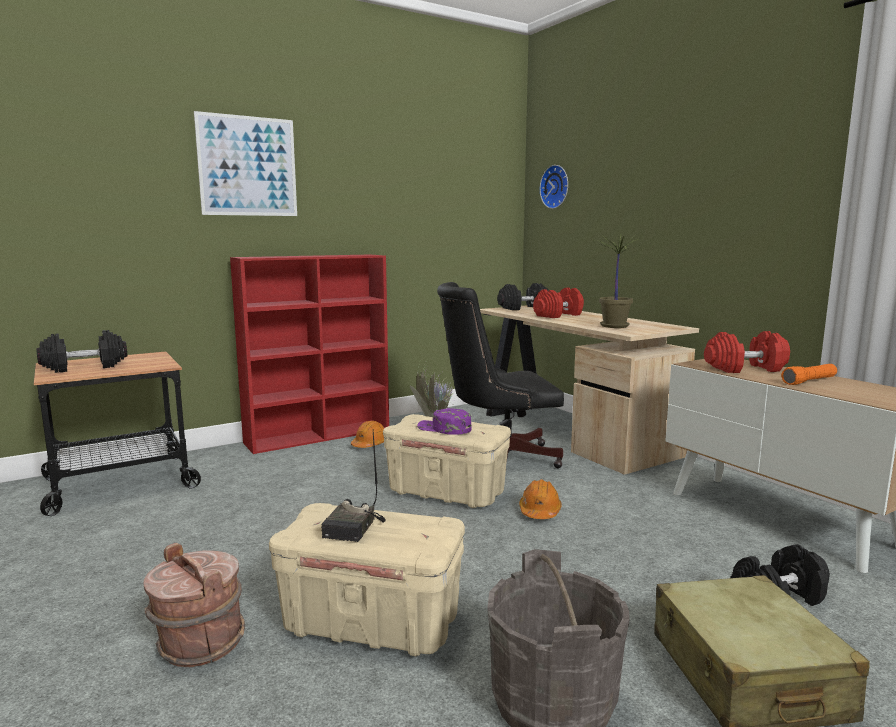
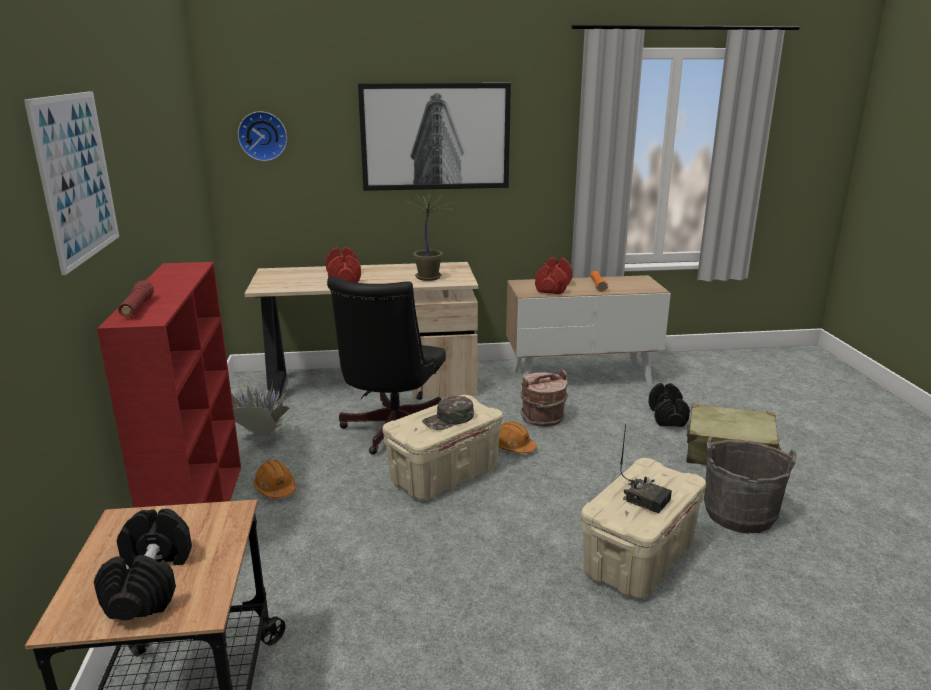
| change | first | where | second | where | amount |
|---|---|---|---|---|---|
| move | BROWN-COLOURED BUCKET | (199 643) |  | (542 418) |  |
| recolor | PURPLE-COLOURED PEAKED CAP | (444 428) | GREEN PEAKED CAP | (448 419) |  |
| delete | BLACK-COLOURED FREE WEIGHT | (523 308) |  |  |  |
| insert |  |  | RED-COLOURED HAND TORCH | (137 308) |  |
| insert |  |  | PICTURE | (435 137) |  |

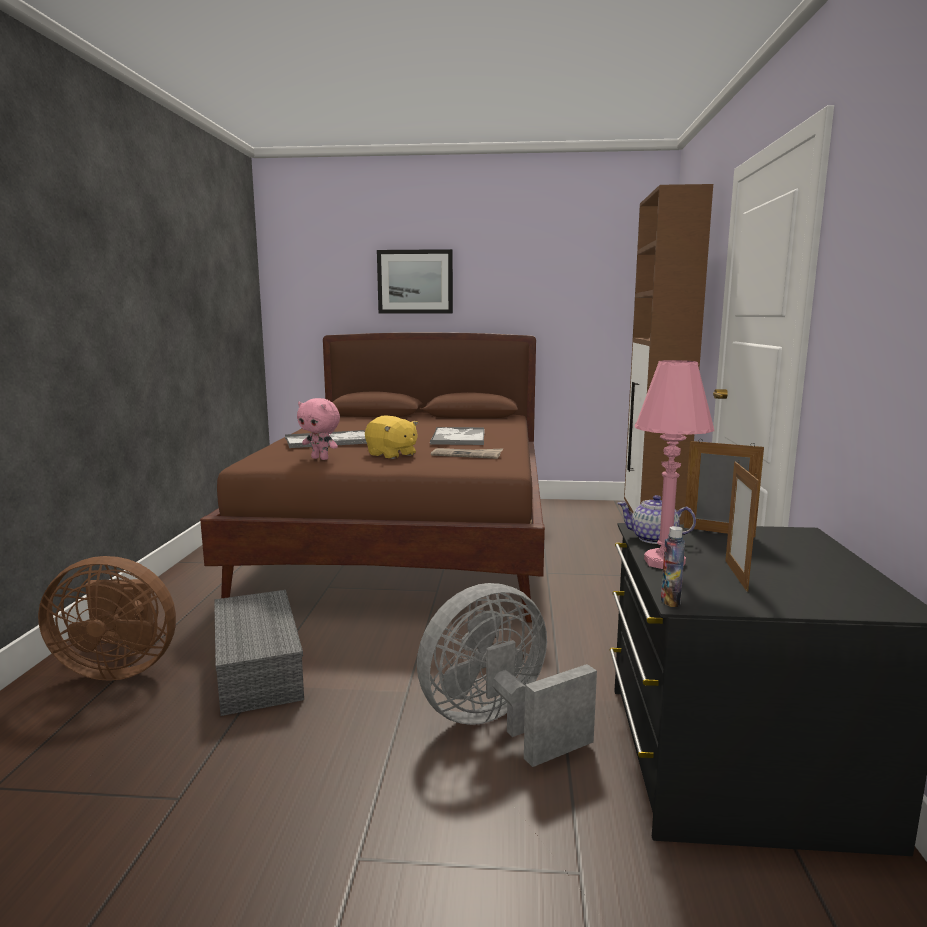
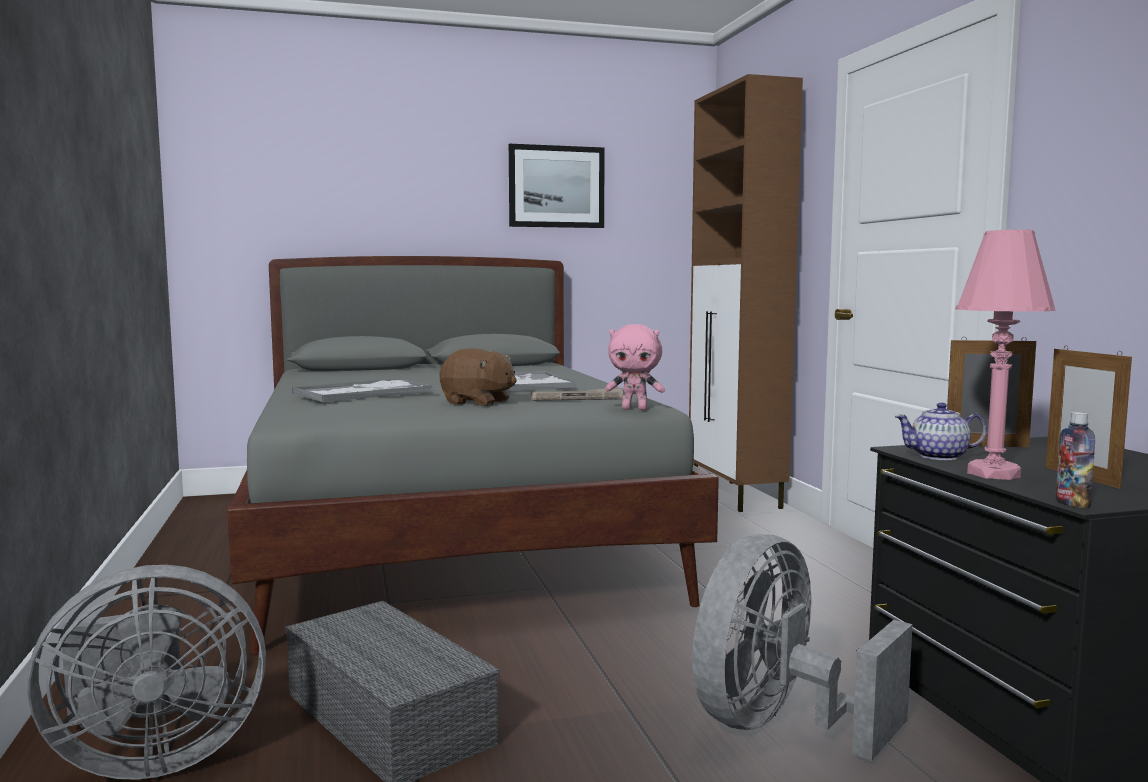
| change | first | where | second | where | amount |
|---|---|---|---|---|---|
| recolor | BROWN-COLOURED COOLING FAN | (118 668) | GREYISH COOLING FAN | (152 758) |  |
| recolor | BROWN-COLOURED BED | (410 543) | GREYISH BED | (452 537) |  |
| move | PINK-COLOURED CUDDLY TOY | (321 458) |  | (635 409) |  |
| recolor | YELLOW CUDDLY TOY | (391 455) | BROWN-COLOURED CUDDLY TOY | (478 402) |  |
| move | PICTURE | (415 282) |  | (556 187) |  |

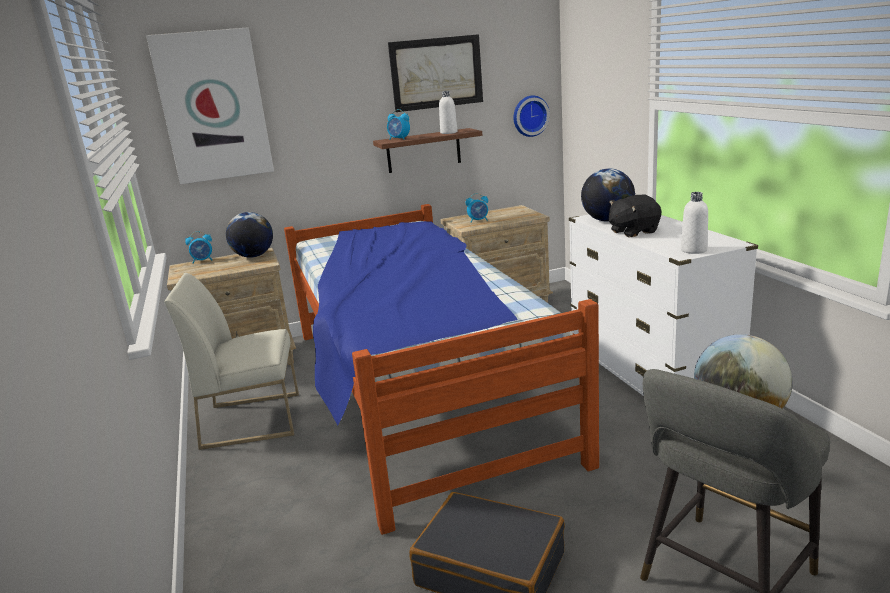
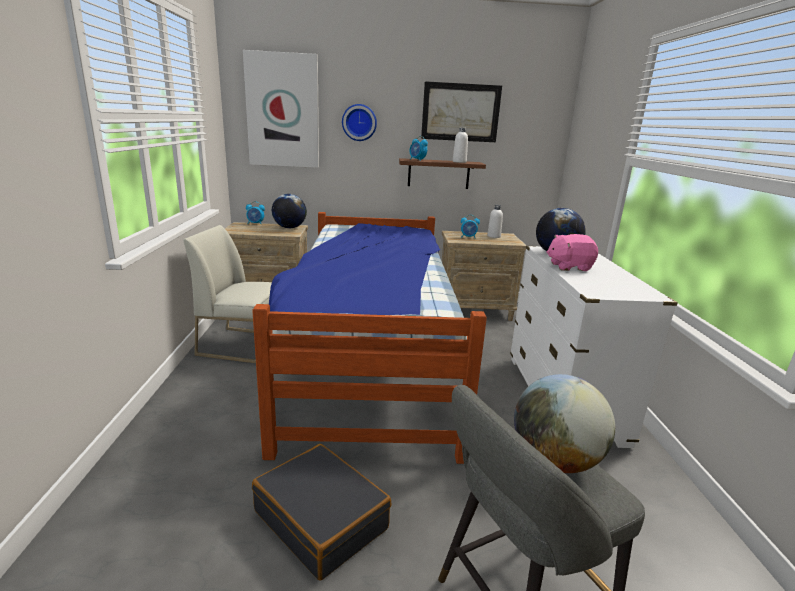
| change | first | where | second | where | amount |
|---|---|---|---|---|---|
| move | HANGING CLOCK | (530 116) |  | (359 122) |  |
| recolor | BLACK-COLOURED CUDDLY TOY | (633 232) | PINK-COLOURED CUDDLY TOY | (569 267) |  |
| move | WHITE-COLOURED DRINK BOTTLE | (694 250) |  | (493 236) |  |

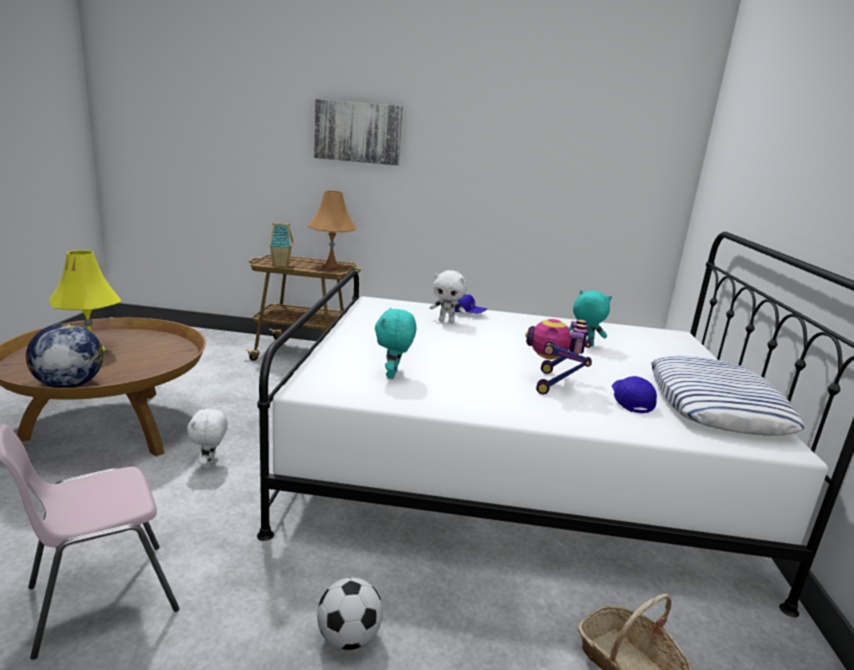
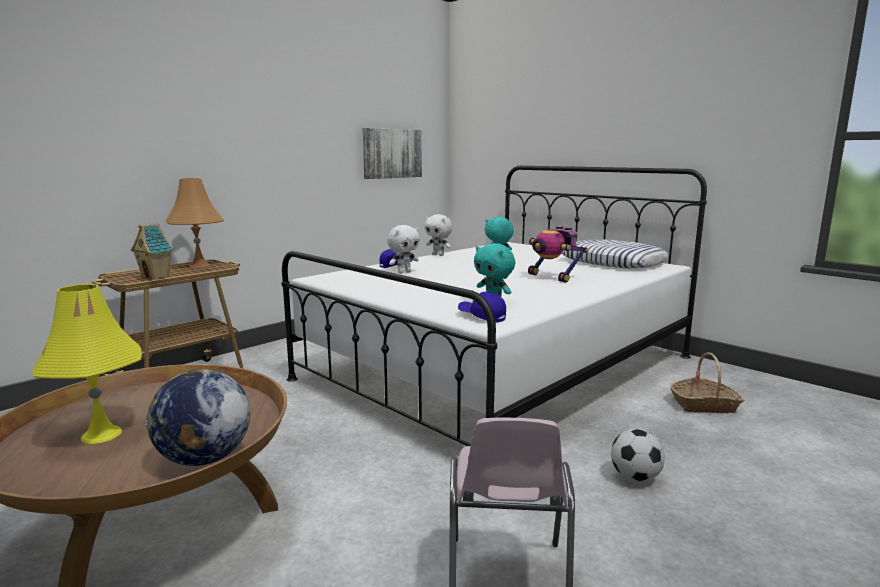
| change | first | where | second | where | amount |
|---|---|---|---|---|---|
| move | WHITE-COLOURED CUDDLY TOY | (210 464) |  | (438 255) |  |
| move | PICTURE | (358 132) |  | (392 153) |  |
| move | BLUE-COLOURED PEAKED CAP | (630 401) |  | (482 317) |  |

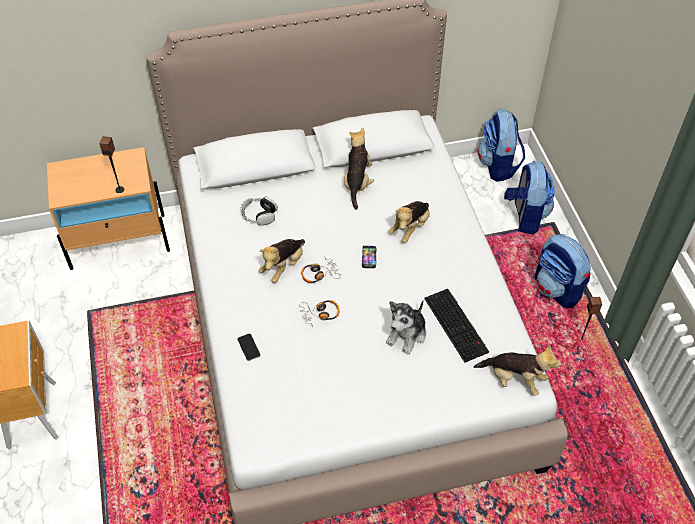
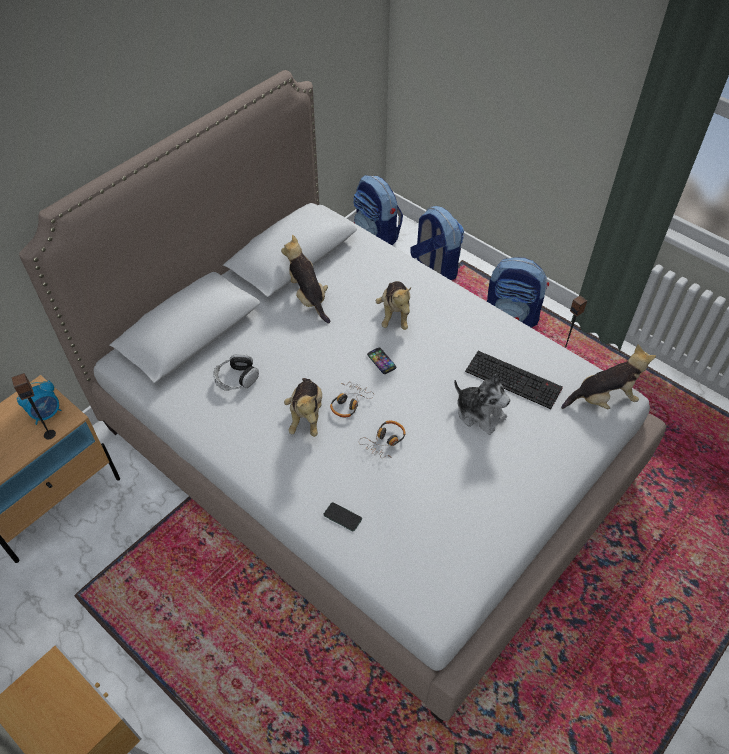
| change | first | where | second | where | amount |
|---|---|---|---|---|---|
| rotate | CUDDLY TOY | (407 334) |  | (479 413) | 45 degrees counterclockwise |
| insert |  |  | BEDSIDE CLOCK | (47 413) |  |

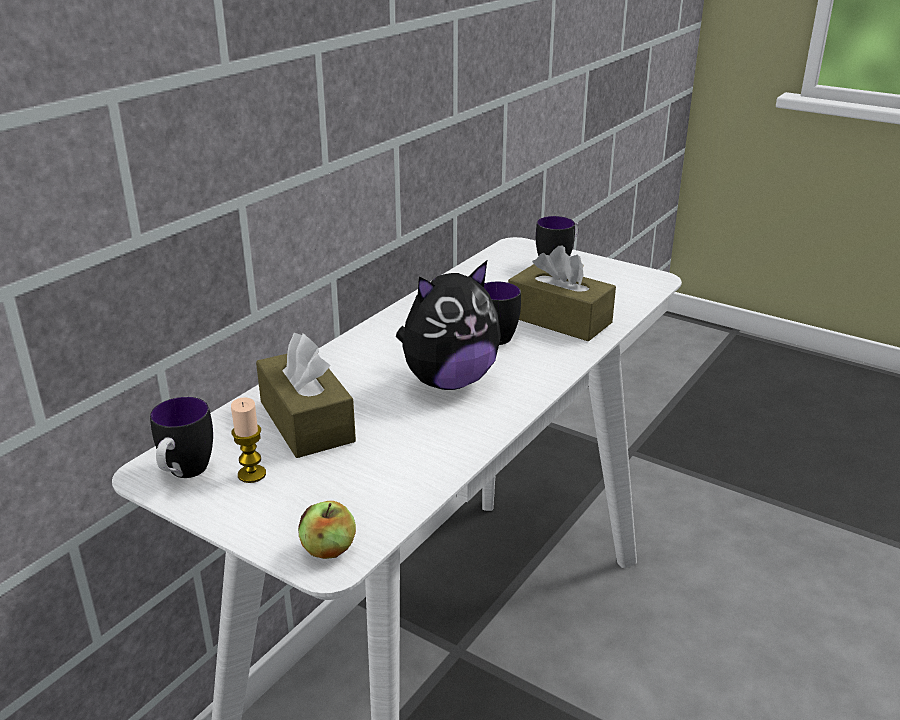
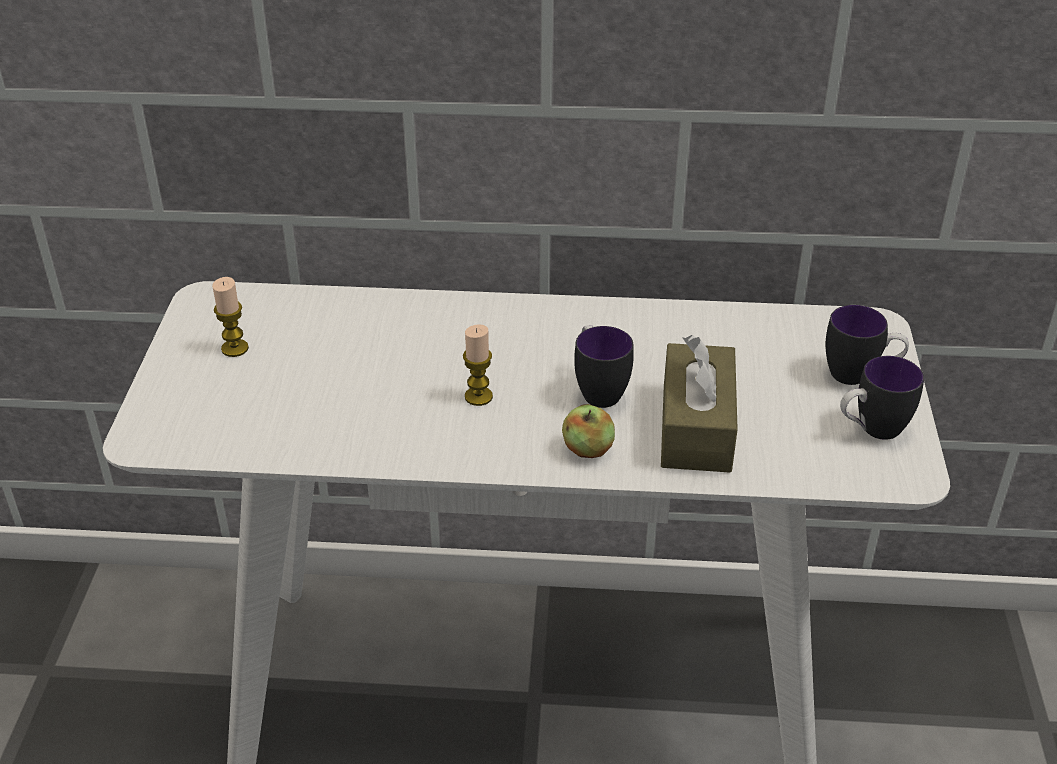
| change | first | where | second | where | amount |
|---|---|---|---|---|---|
| move | TEA MUG | (184 474) |  | (871 430) |  |
| delete | BROWN-COLOURED TISSUE HOLDER | (306 421) |  |  |  |
| move | APPLE FRUIT | (328 550) |  | (587 449) |  |
| replace | CUDDLY TOY | (448 381) | CANDLE | (478 396) |  |

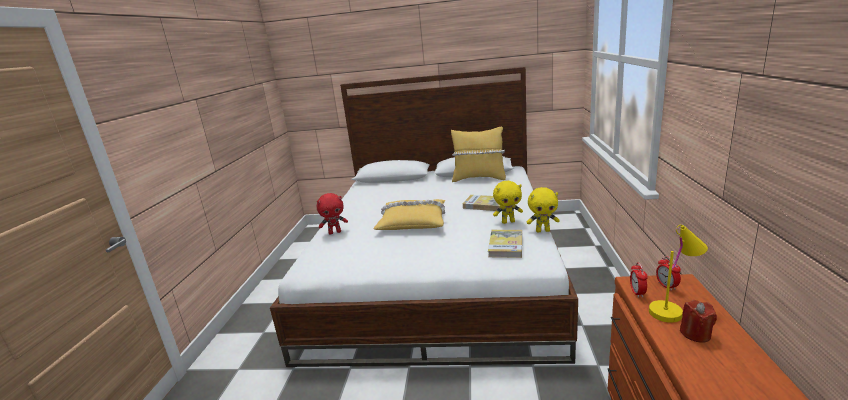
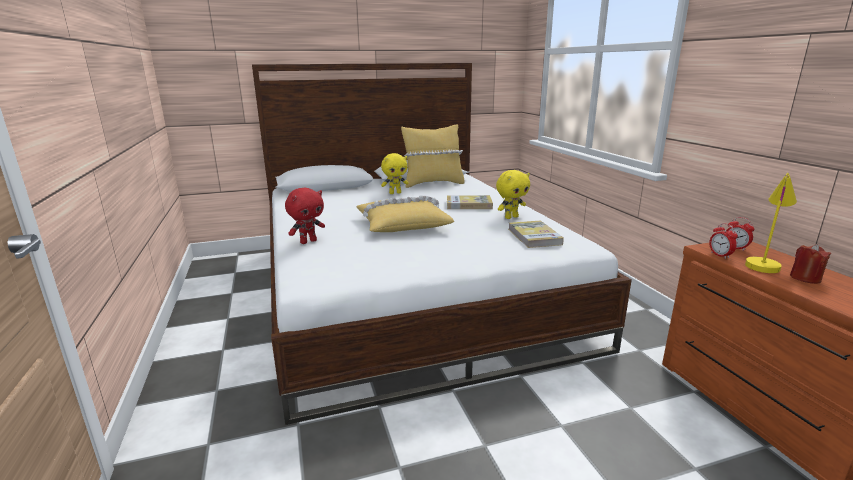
| change | first | where | second | where | amount |
|---|---|---|---|---|---|
| move | YELLOW CUDDLY TOY | (543 231) |  | (395 193) |  |

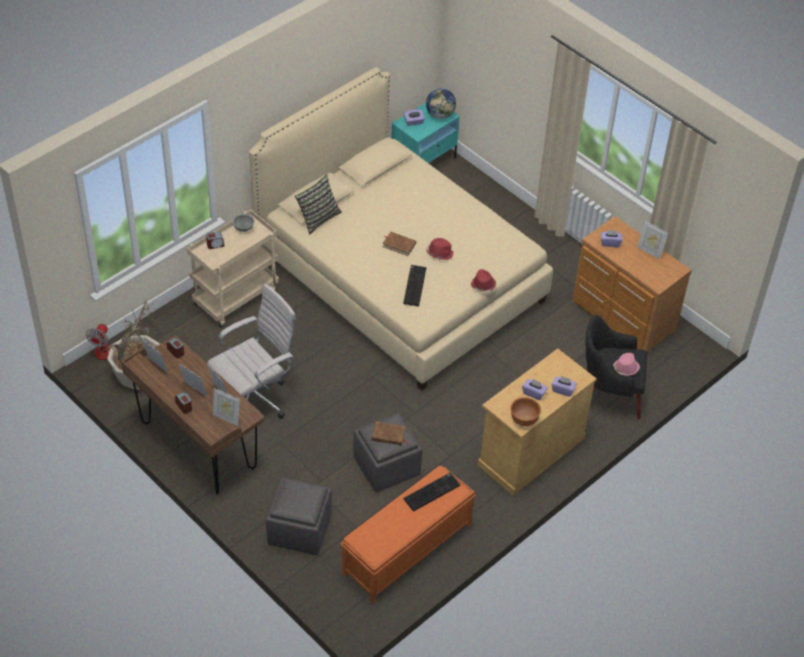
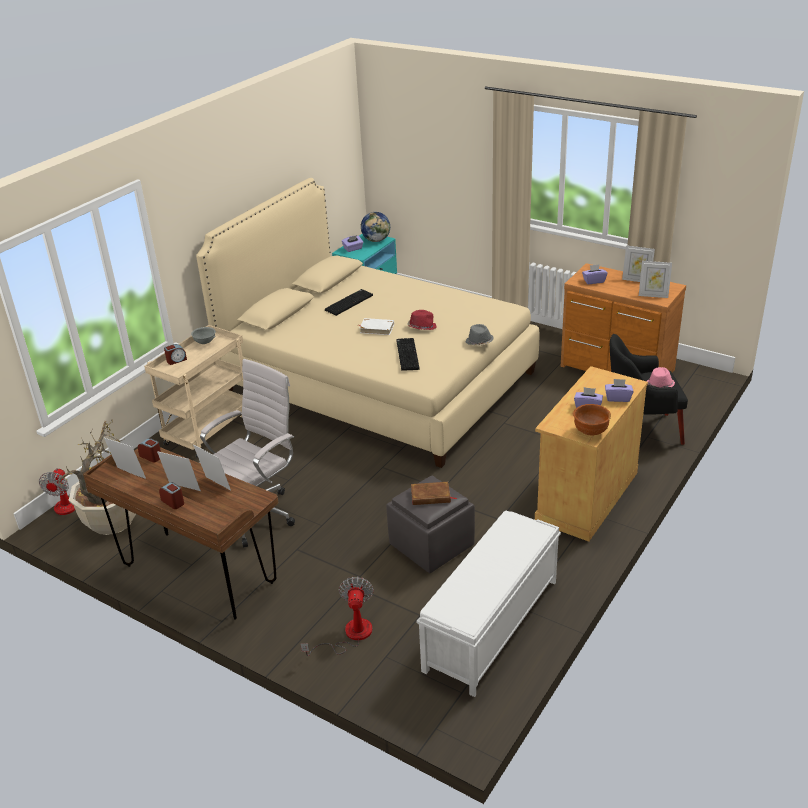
| change | first | where | second | where | amount |
|---|---|---|---|---|---|
| move | PICTURE FRAME | (227 418) |  | (653 295) |  |
| replace | GREYISH OTTOMAN | (299 530) | COOLING FAN | (350 635) |  |
| delete | THROW PILLOW | (318 218) |  |  |  |
| recolor | ORANGEY INDOOR BENCH | (406 550) | WHITE-COLOURED INDOOR BENCH | (491 626) |  |
| recolor | BROWN-COLOURED VOLUME | (399 245) | WHITE-COLOURED VOLUME | (376 328) |  |
| move | COMPUTER KEYBOARD | (431 491) |  | (348 302) |  |
| recolor | RED-COLOURED HAT | (483 285) | GREYISH HAT | (479 342) |  |

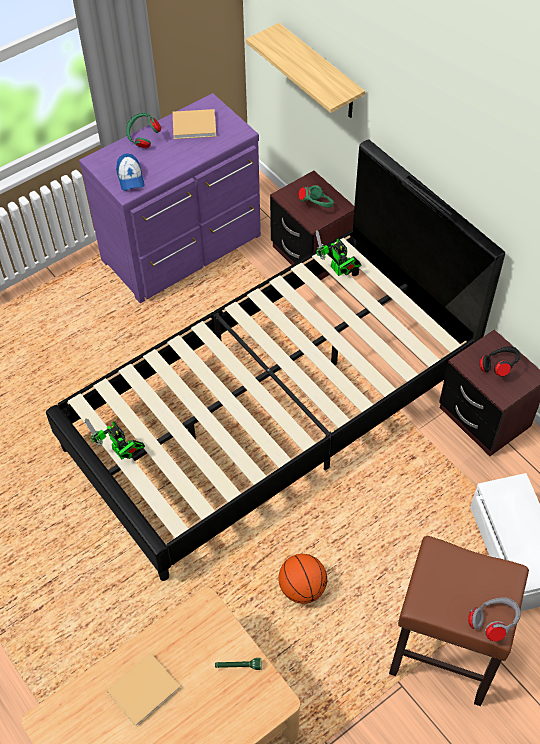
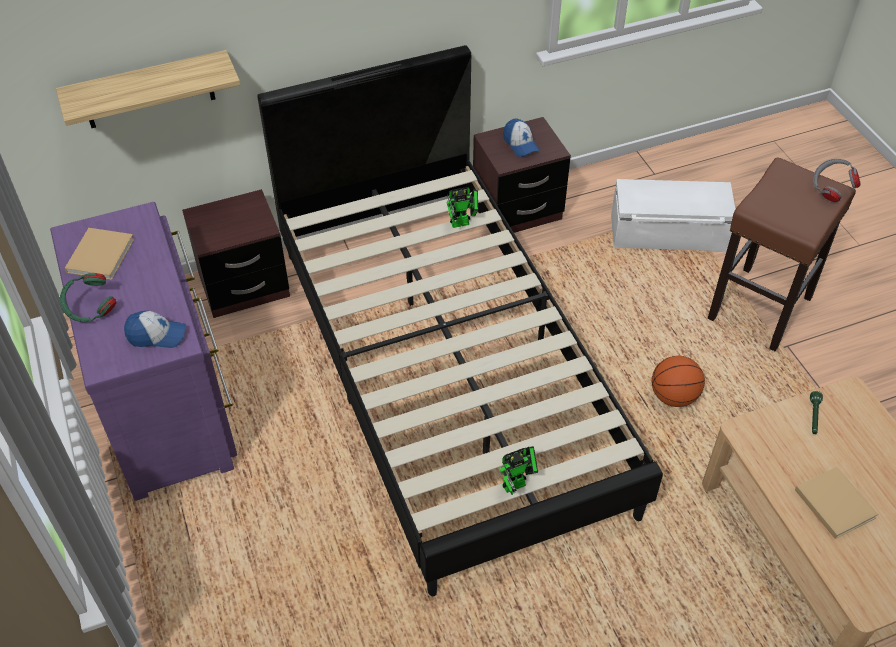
| change | first | where | second | where | amount |
|---|---|---|---|---|---|
| delete | GREEN HEADSET | (317 206) |  |  |  |
| move | TOY ROBOT | (339 271) |  | (463 223) |  |
| replace | BLACK-COLOURED HEADSET | (498 367) | PEAKED CAP | (520 144) |  |

